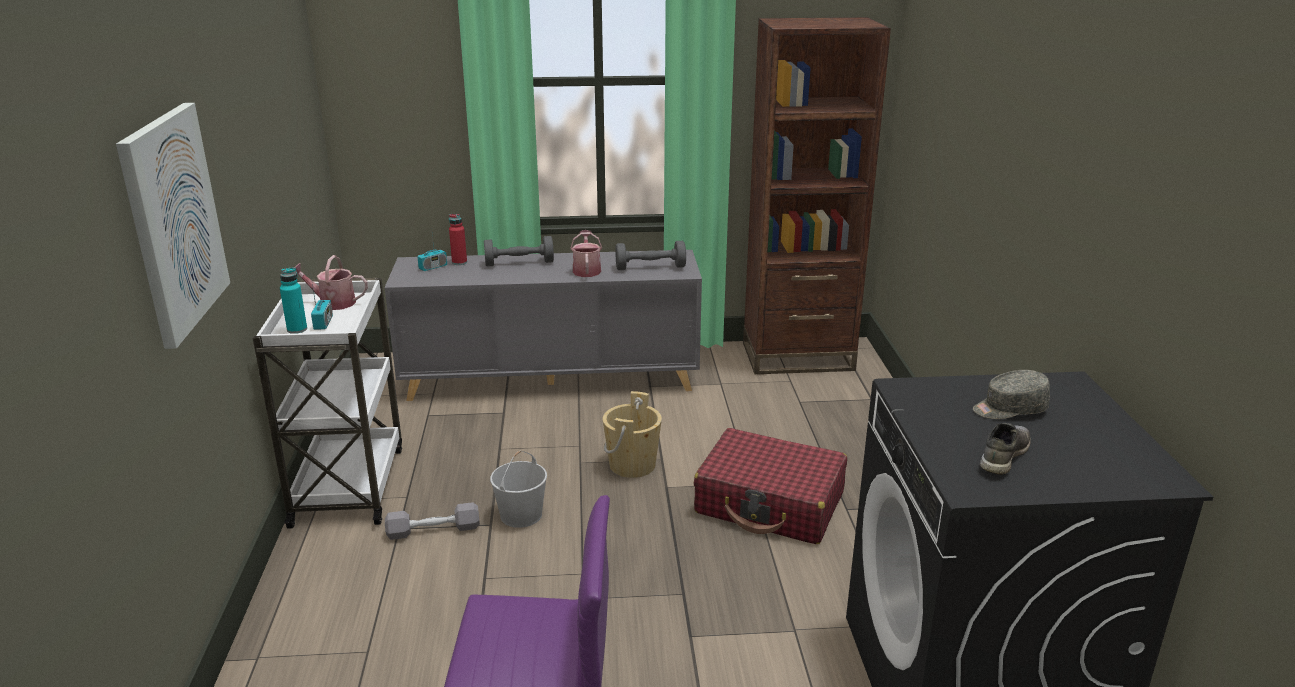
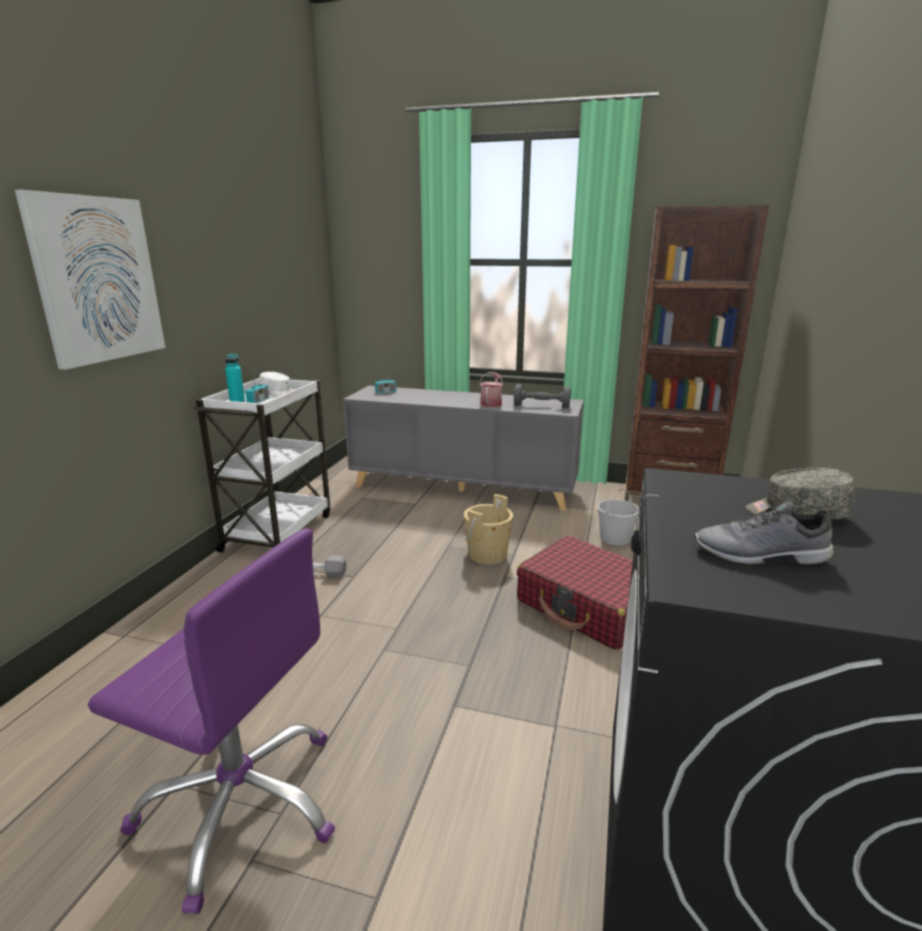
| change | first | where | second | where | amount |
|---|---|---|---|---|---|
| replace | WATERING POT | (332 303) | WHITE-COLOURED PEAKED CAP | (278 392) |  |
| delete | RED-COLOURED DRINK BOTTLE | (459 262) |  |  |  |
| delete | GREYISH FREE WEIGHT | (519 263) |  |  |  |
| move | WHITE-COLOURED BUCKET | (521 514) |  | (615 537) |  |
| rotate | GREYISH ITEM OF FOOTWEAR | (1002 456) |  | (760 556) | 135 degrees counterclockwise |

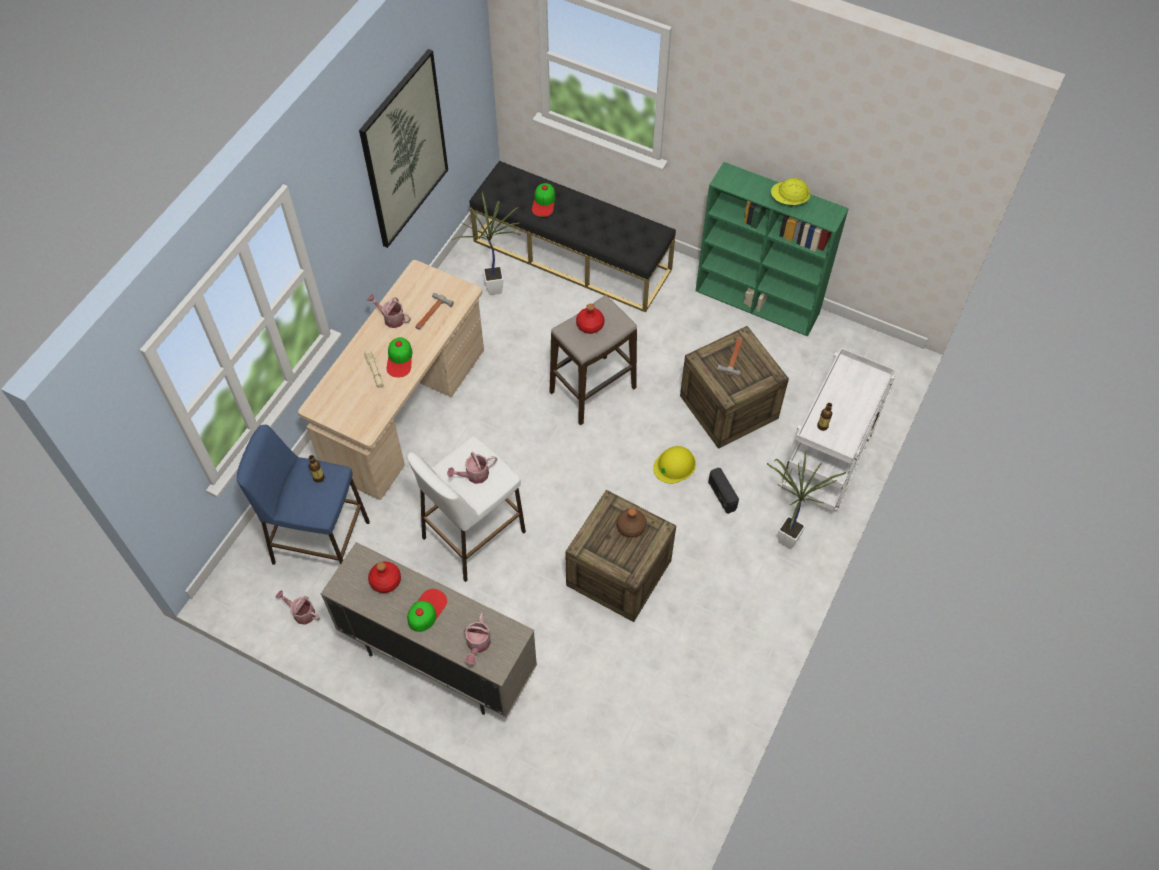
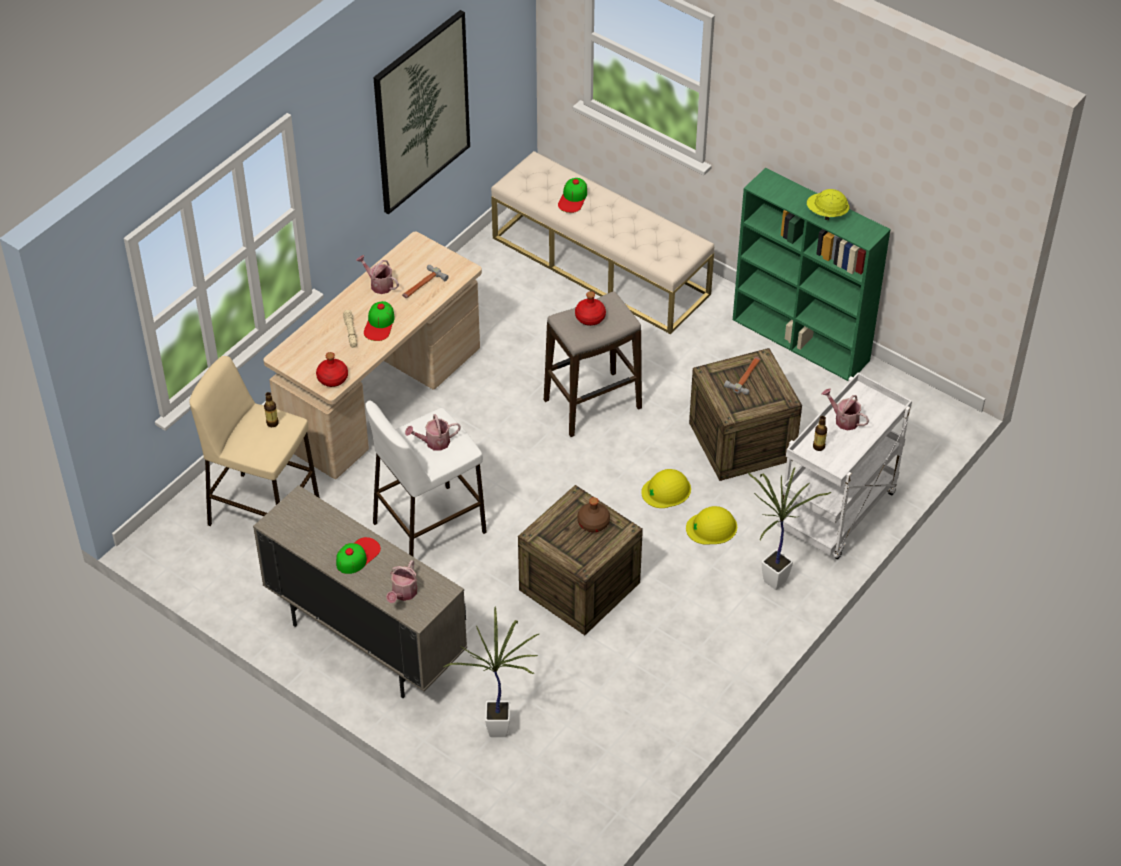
| change | first | where | second | where | amount |
|---|---|---|---|---|---|
| recolor | BLUE-COLOURED STOOL SEAT | (320 542) | BEIGE STOOL SEAT | (263 511) |  |
| move | WATERING POT | (301 613) |  | (843 419) |  |
| move | RED-COLOURED DRINK BOTTLE | (386 581) |  | (332 378) |  |
| move | PLANT IN A POT | (496 287) |  | (501 726) |  |
| recolor | BLACK-COLOURED INDOOR BENCH | (572 255) | BEIGE INDOOR BENCH | (601 266) |  |
| replace | RADIO RECEIVER | (721 495) | YELLOW WORK HELMET | (712 527) |  |

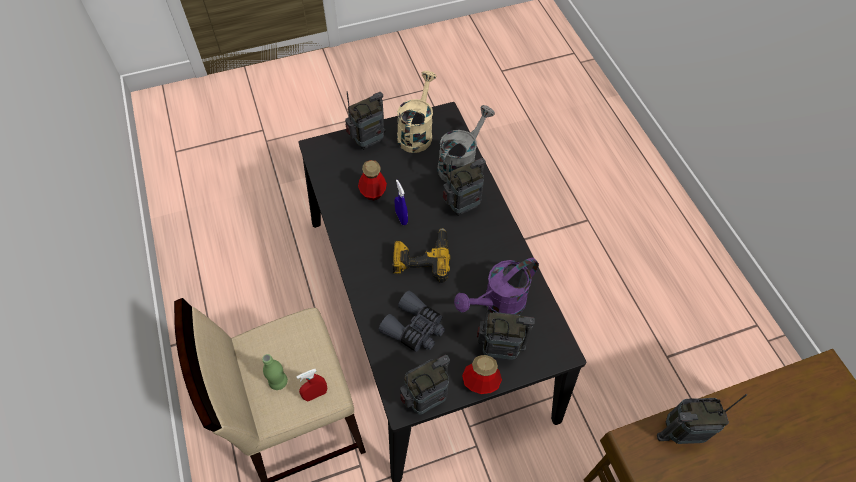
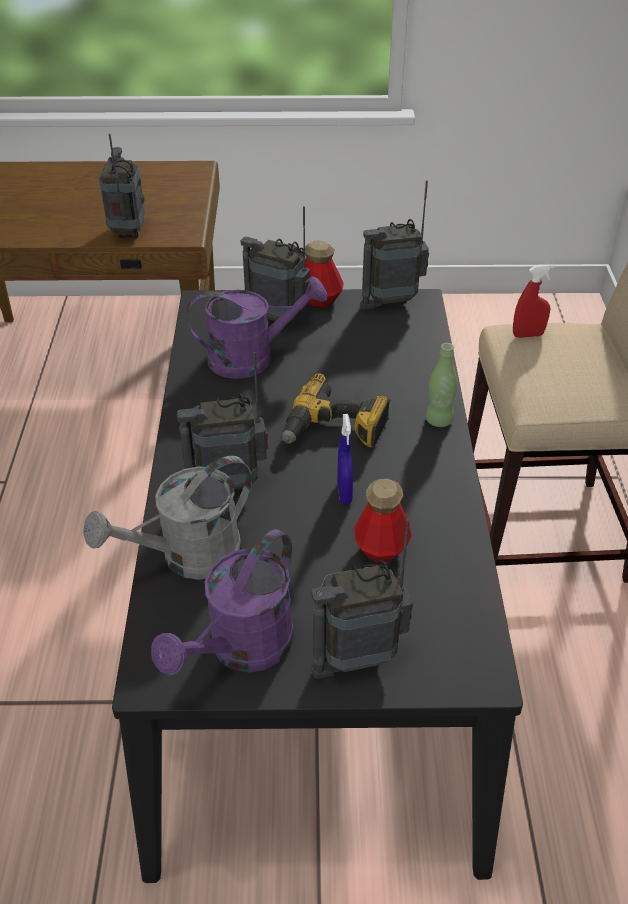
| change | first | where | second | where | amount |
|---|---|---|---|---|---|
| move | GREEN DRINK BOTTLE | (278 381) |  | (439 420) |  |
| delete | GREYISH PAIR OF BINOCULARS | (415 328) |  |  |  |
| recolor | BEIGE WATERING POT | (416 132) | PURPLE-COLOURED WATERING POT | (242 650) |  |
| rotate | RADIO RECEIVER | (682 431) |  | (128 232) | 105 degrees counterclockwise |

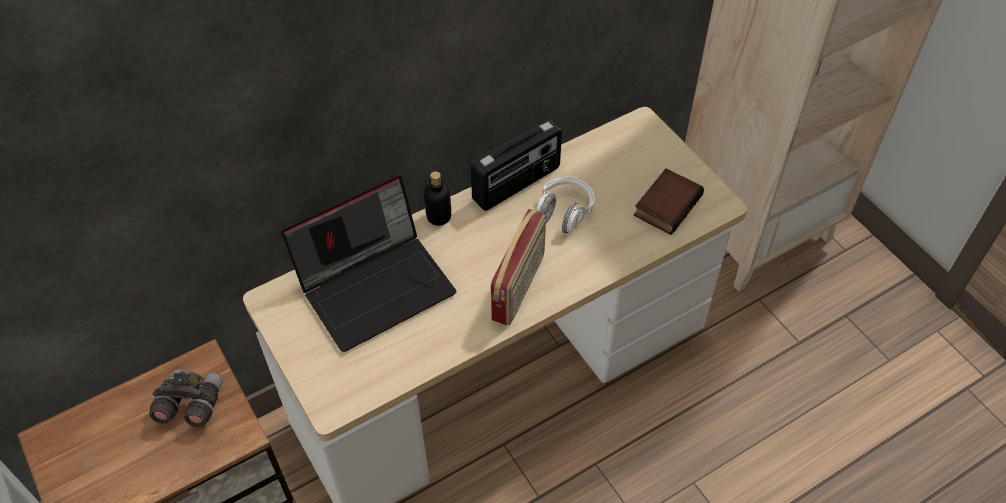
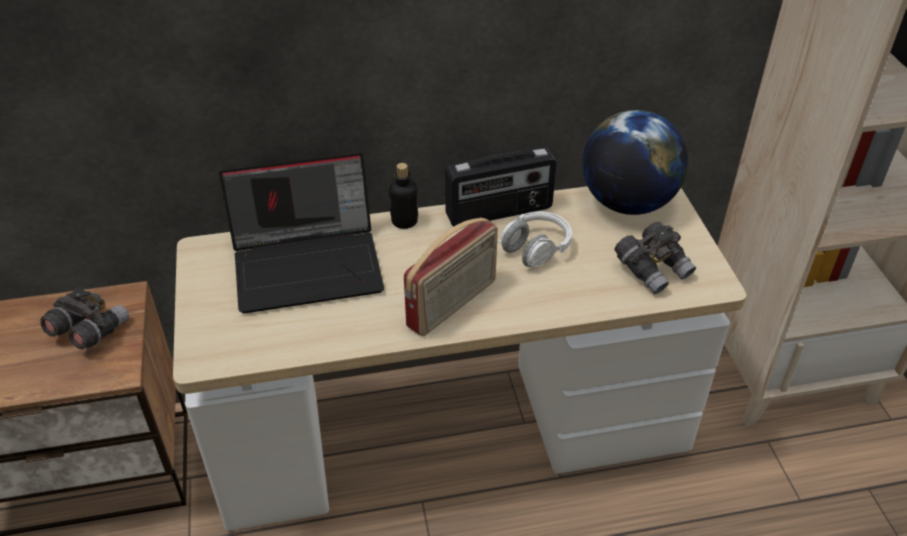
| change | first | where | second | where | amount |
|---|---|---|---|---|---|
| replace | VOLUME | (666 204) | GREYISH PAIR OF BINOCULARS | (653 269) |  |
| insert |  |  | WORLD GLOBE | (627 203) |  |

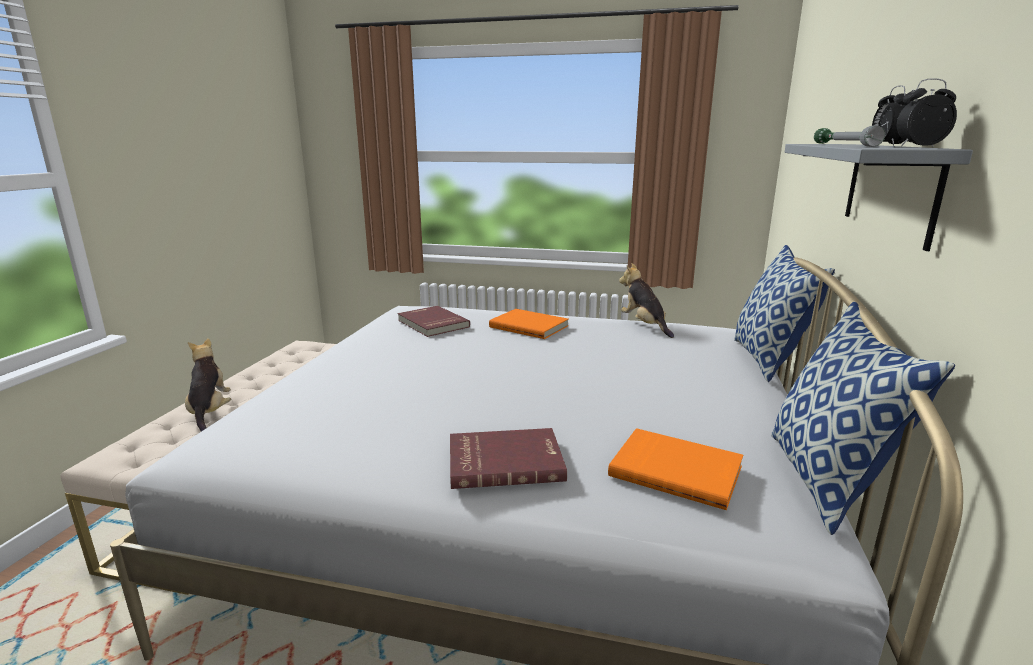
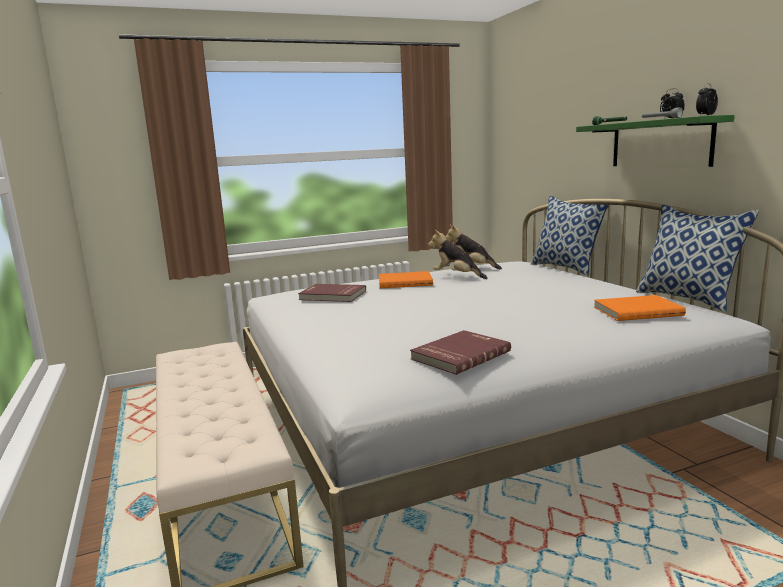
| change | first | where | second | where | amount |
|---|---|---|---|---|---|
| move | CUDDLY TOY | (210 412) |  | (456 276) |  |
| move | RED-COLOURED VOLUME | (505 461) |  | (459 355) |  |
| recolor | GREYISH SHELF | (889 189) | GREEN SHELF | (660 143) |  |

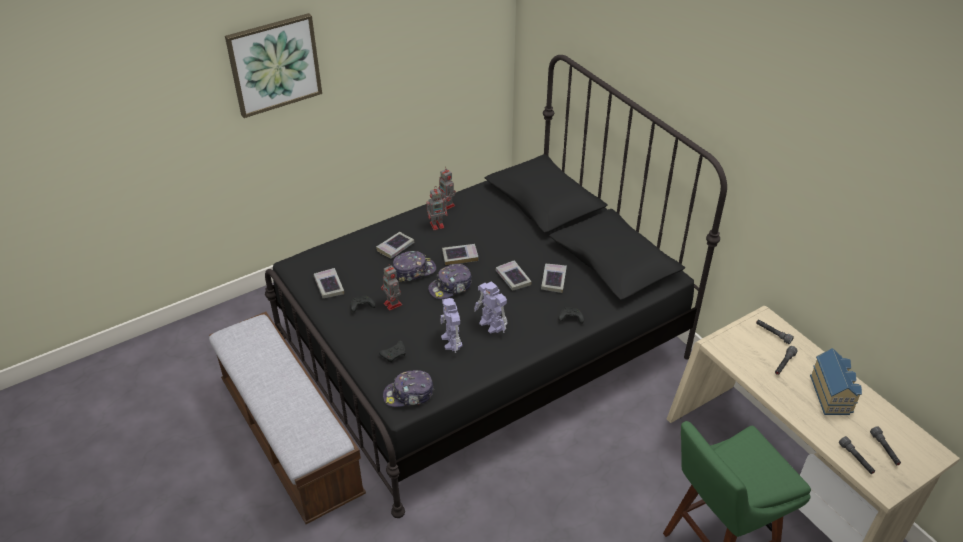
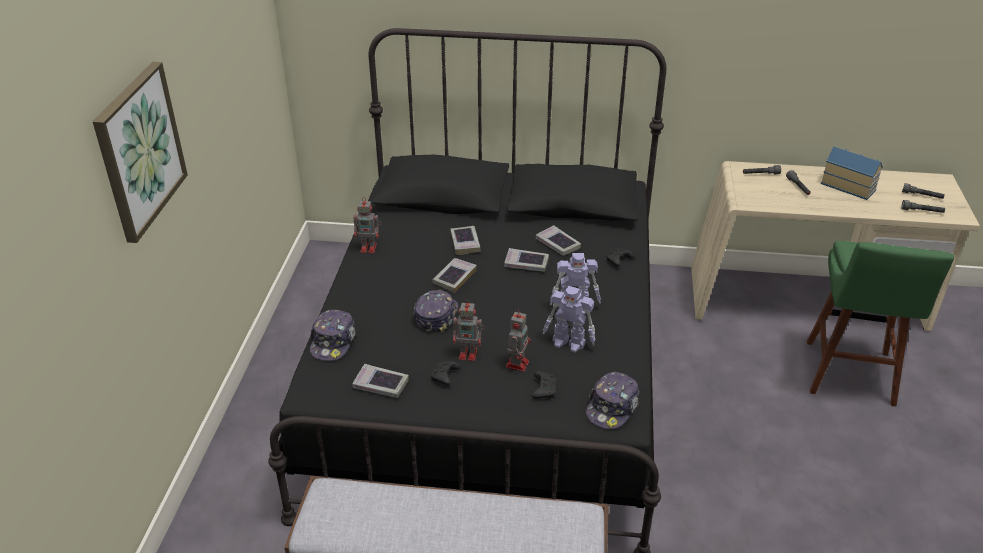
| change | first | where | second | where | amount |
|---|---|---|---|---|---|
| move | VOLUME | (395 247) |  | (465 243) |  |
| move | TOY ROBOT | (437 225) |  | (517 363) |  |
| move | PEAKED CAP | (451 287) |  | (333 342) |  |

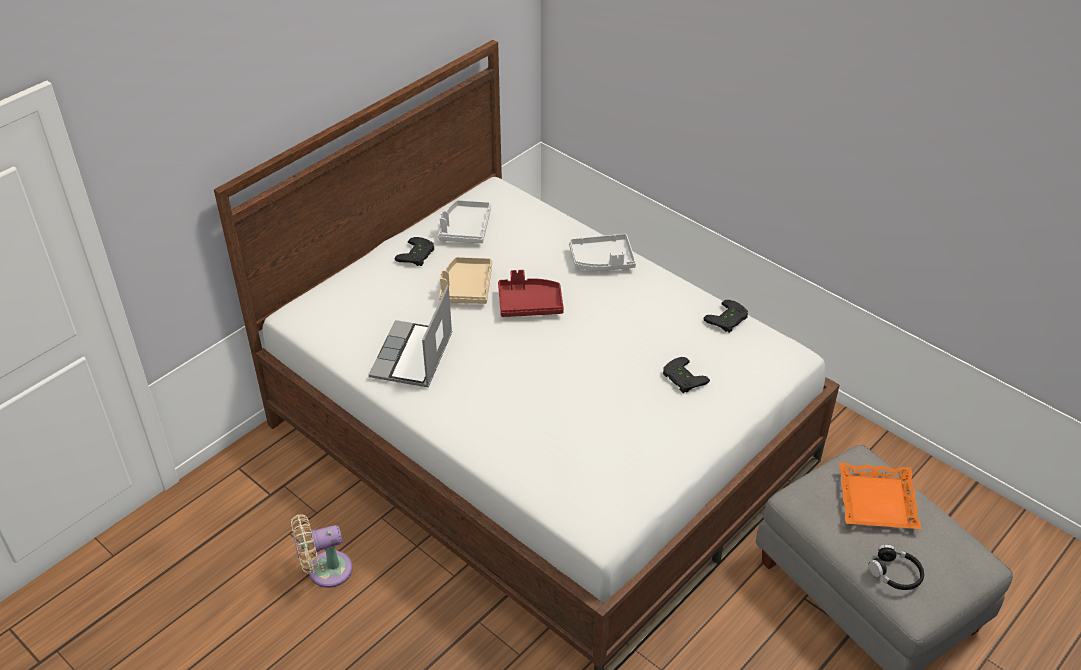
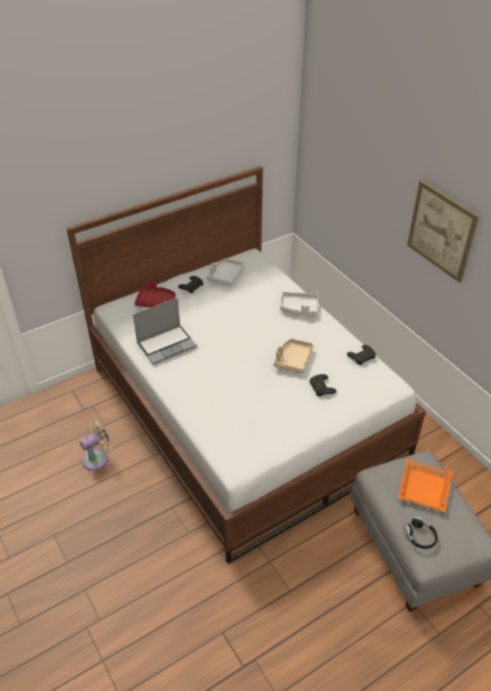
| change | first | where | second | where | amount |
|---|---|---|---|---|---|
| rotate | BEIGE COOLING FAN | (325 571) |  | (98 459) | 150 degrees clockwise |
| rotate | NOTEBOOK COMPUTER | (413 357) |  | (166 344) | 150 degrees counterclockwise |
| move | BEIGE TRAY | (466 288) |  | (293 359) |  |
| move | RED-COLOURED TRAY | (529 304) |  | (156 301) |  |
| insert |  |  | PICTURE | (441 231) |  |

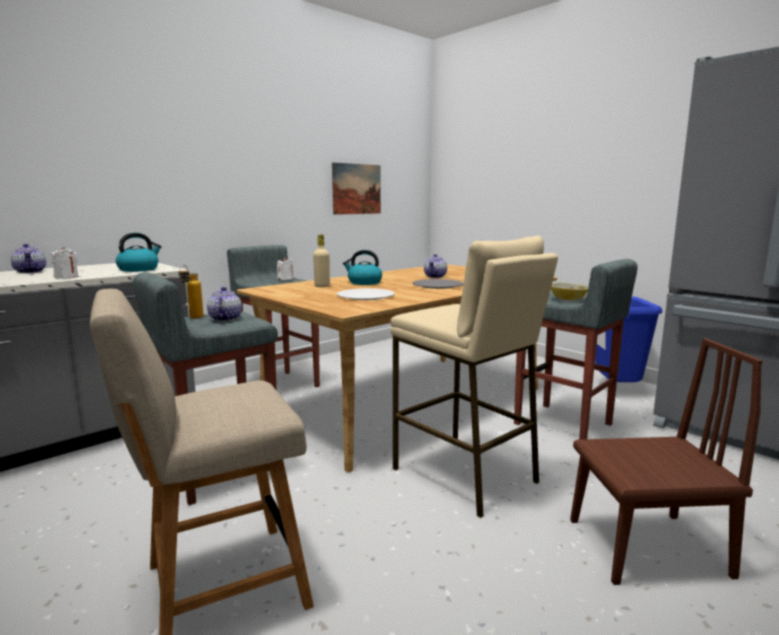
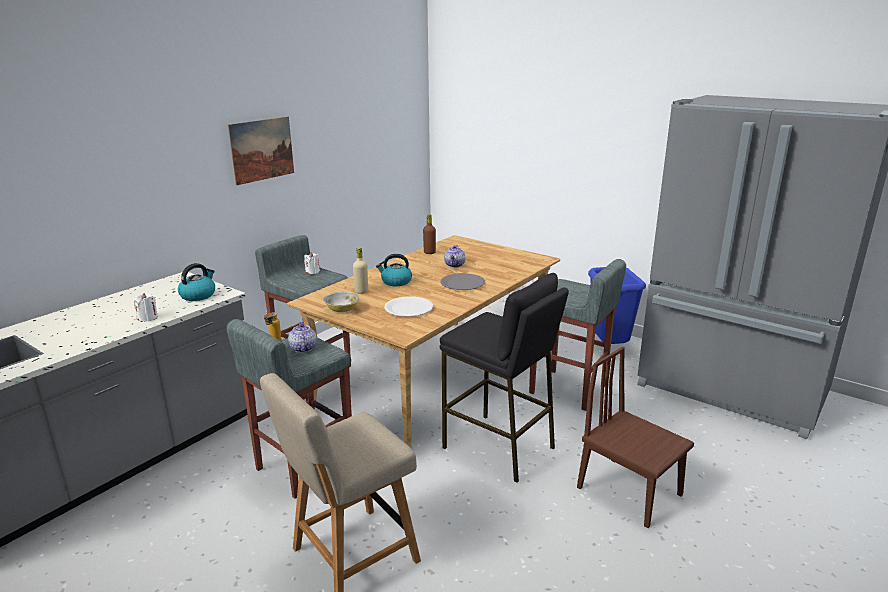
| change | first | where | second | where | amount |
|---|---|---|---|---|---|
| delete | POT FOR TEA | (31 272) |  |  |  |
| move | PICTURE | (356 189) |  | (262 150) |  |
| recolor | BEIGE STOOL SEAT | (465 475) | BLACK-COLOURED STOOL SEAT | (499 448) |  |
| move | DEEP DISH | (568 299) |  | (342 309) |  |
| rotate | BROWN-COLOURED PLAIN CHAIR | (646 547) |  | (629 491) | 120 degrees counterclockwise |
| insert |  |  | BROWN-COLOURED DRINK BOTTLE | (429 252) |  |

